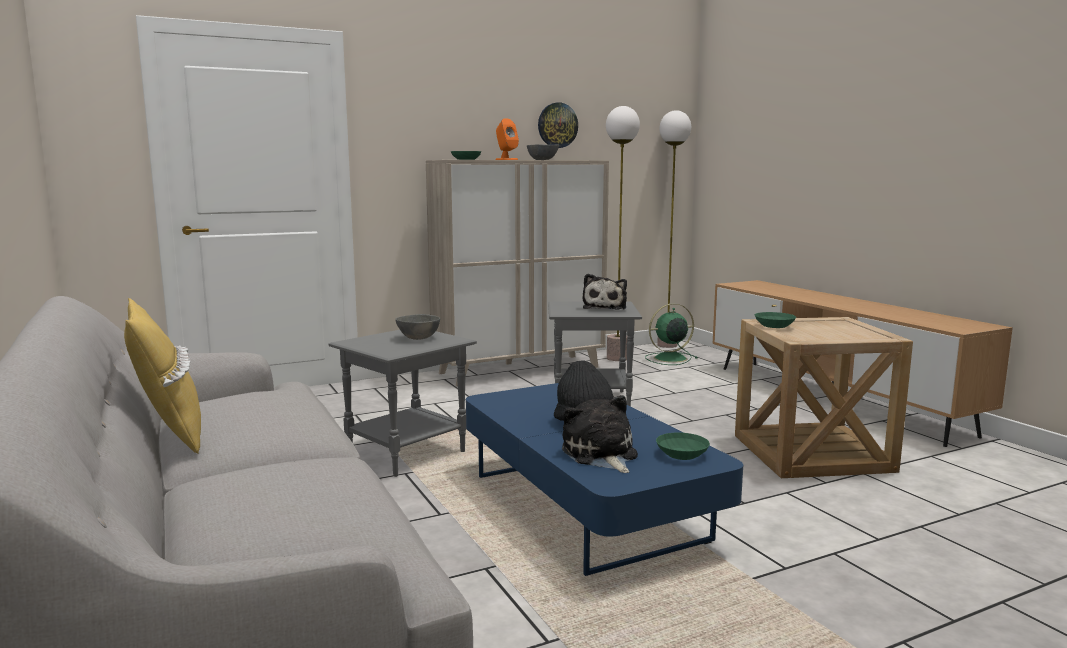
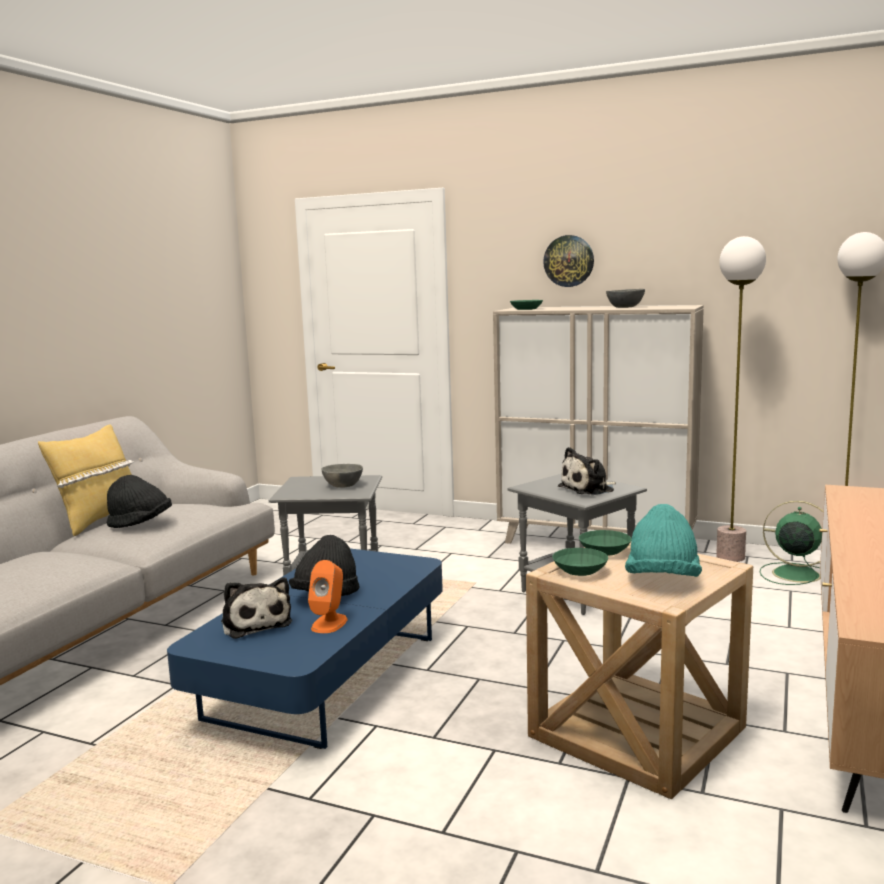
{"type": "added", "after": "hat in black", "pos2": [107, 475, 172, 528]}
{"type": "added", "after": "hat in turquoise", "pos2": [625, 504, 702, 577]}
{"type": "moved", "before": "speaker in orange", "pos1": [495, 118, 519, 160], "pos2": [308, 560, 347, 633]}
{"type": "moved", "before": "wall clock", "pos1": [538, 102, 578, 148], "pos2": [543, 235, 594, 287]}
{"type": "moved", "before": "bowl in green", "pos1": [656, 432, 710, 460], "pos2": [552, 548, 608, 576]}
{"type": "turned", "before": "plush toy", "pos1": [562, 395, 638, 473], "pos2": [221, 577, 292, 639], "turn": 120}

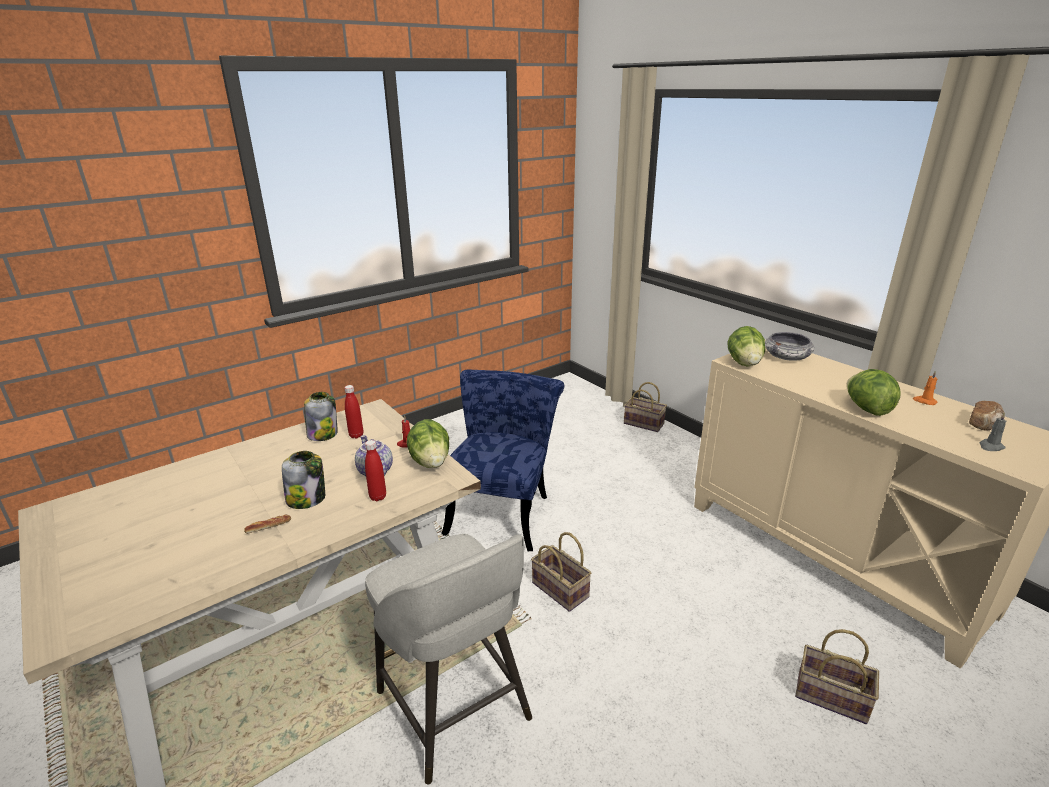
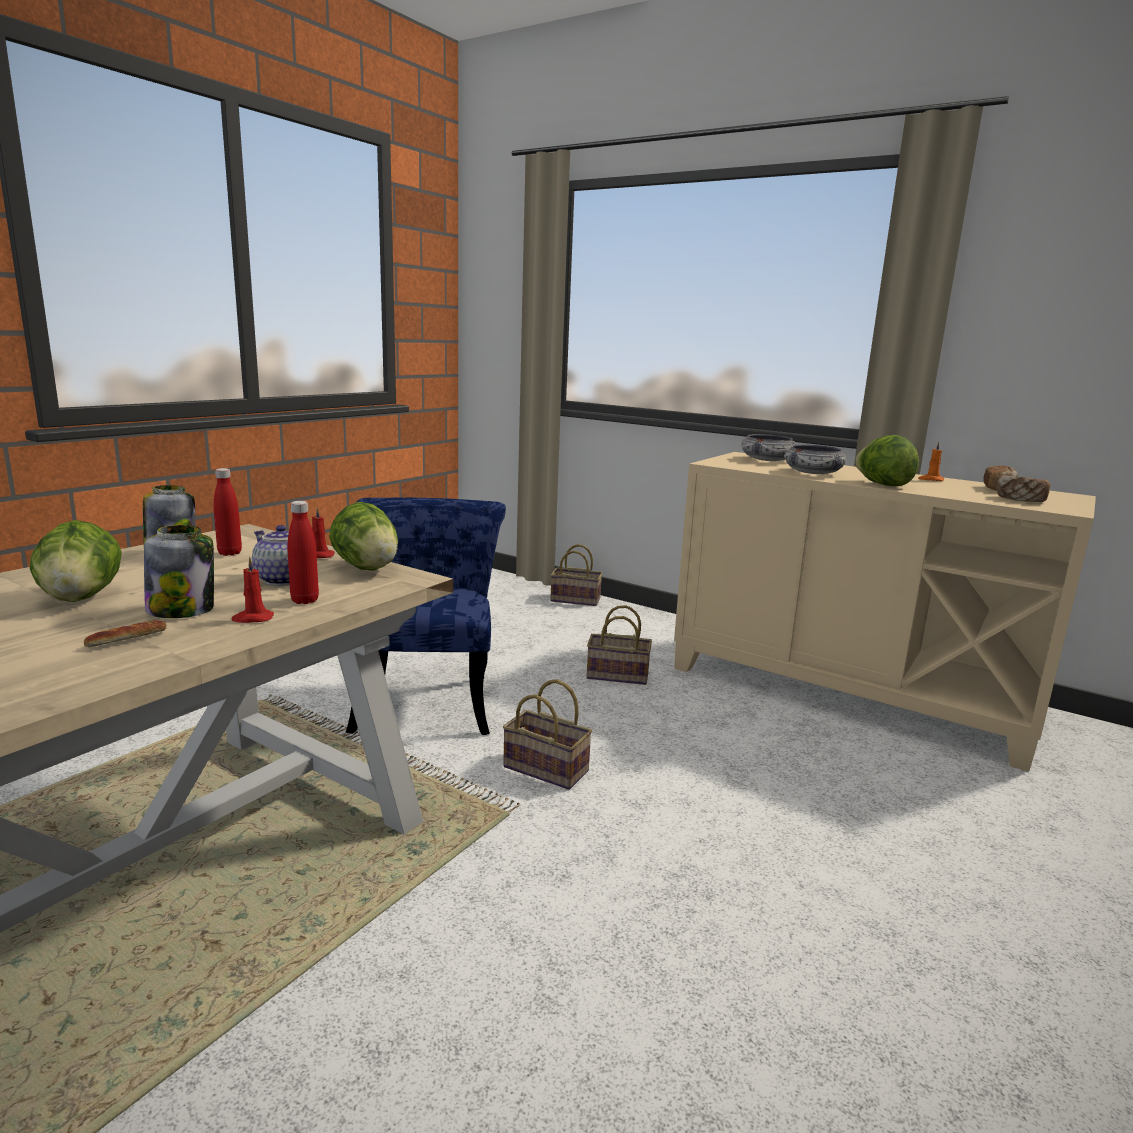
{"type": "removed", "before": "stool in grey", "pos1": [365, 534, 532, 785]}
{"type": "added", "after": "candle in red", "pos2": [232, 557, 274, 623]}
{"type": "added", "after": "bowl", "pos2": [784, 444, 847, 474]}
{"type": "moved", "before": "lettuce", "pos1": [727, 326, 765, 367], "pos2": [29, 520, 122, 602]}
{"type": "moved", "before": "basket", "pos1": [795, 629, 879, 724], "pos2": [586, 605, 652, 685]}
{"type": "replaced", "before": "candle in grey", "after": "bread", "pos1": [980, 412, 1006, 451], "pos2": [997, 475, 1050, 502]}

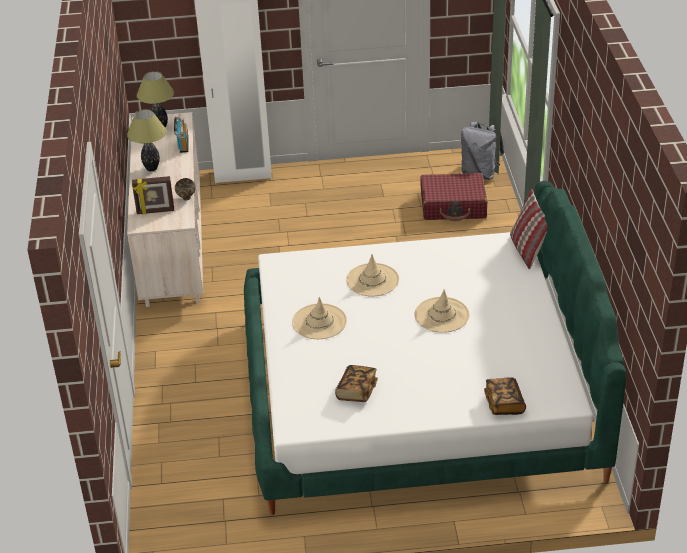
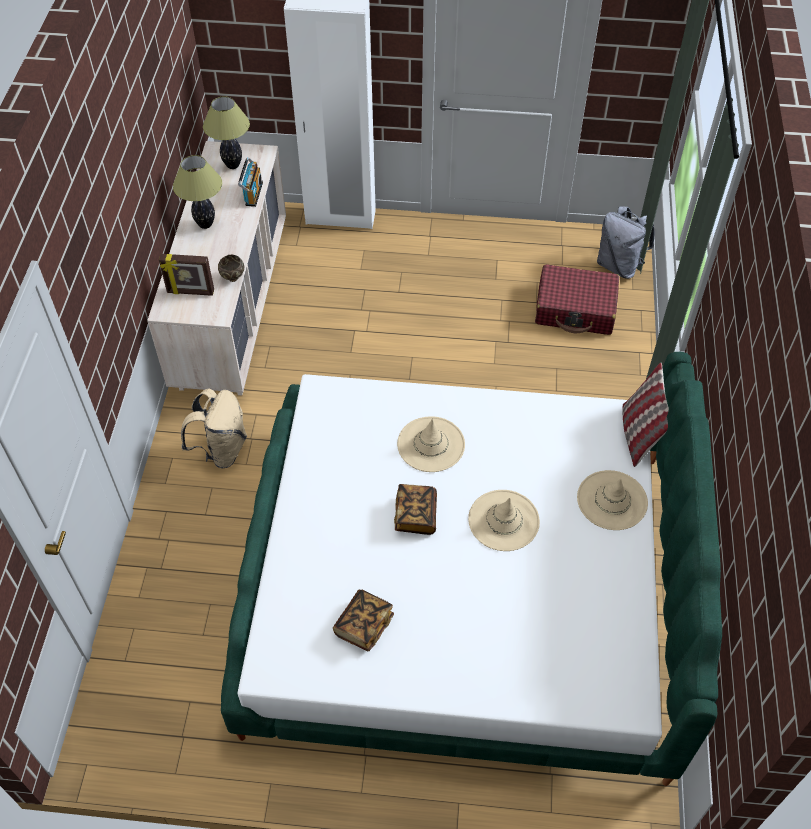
{"type": "added", "after": "backpack in beige", "pos2": [181, 388, 247, 468]}
{"type": "moved", "before": "hat in beige", "pos1": [292, 297, 347, 339], "pos2": [577, 470, 648, 530]}
{"type": "moved", "before": "book", "pos1": [484, 377, 526, 415], "pos2": [394, 484, 437, 535]}

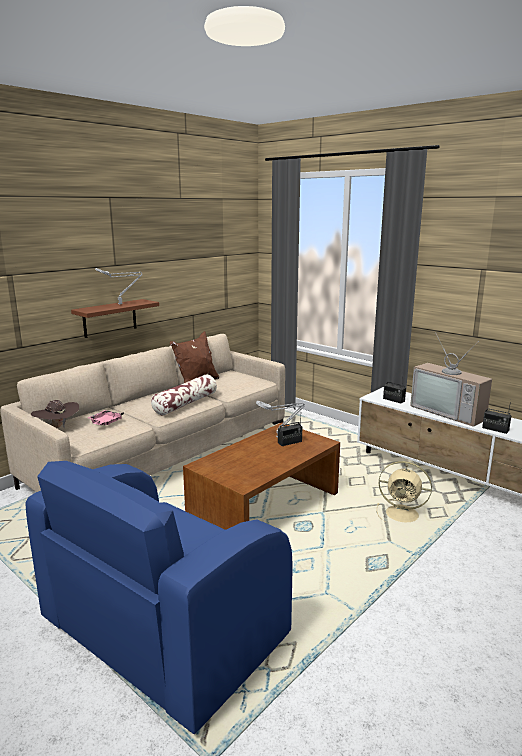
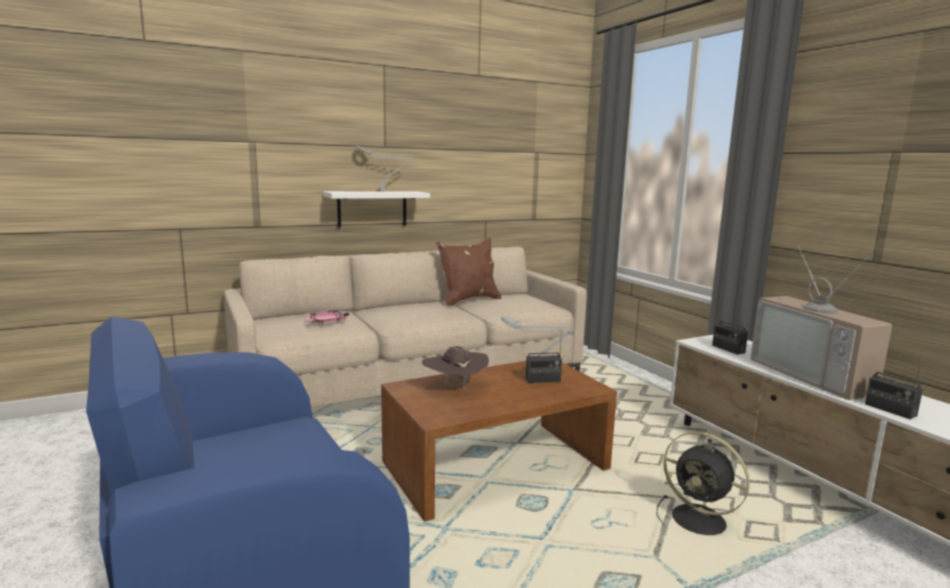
{"type": "removed", "before": "pillow", "pos1": [151, 375, 217, 415]}
{"type": "moved", "before": "hat in brown", "pos1": [31, 400, 79, 428], "pos2": [422, 346, 489, 389]}
{"type": "recoloured", "before": "shelf in brown", "after": "shelf in white", "pos1": [71, 299, 159, 338], "pos2": [323, 191, 430, 227]}
{"type": "recoloured", "before": "fan in beige", "after": "fan in black", "pos1": [377, 461, 432, 522], "pos2": [656, 432, 750, 535]}

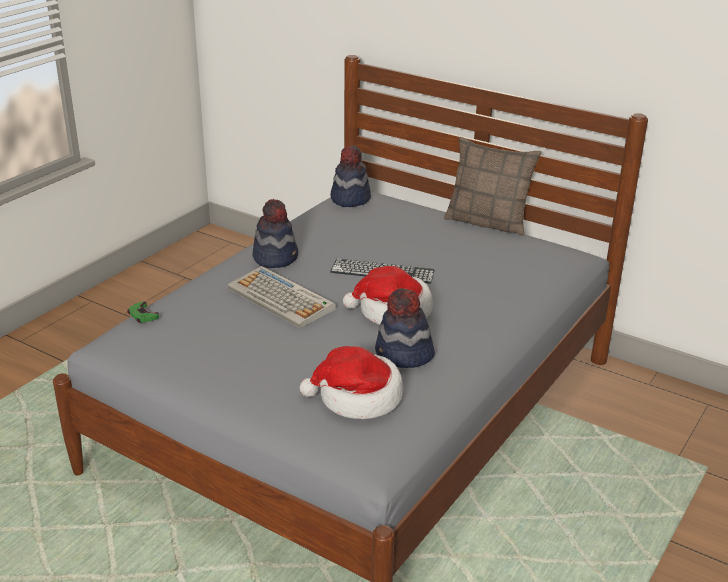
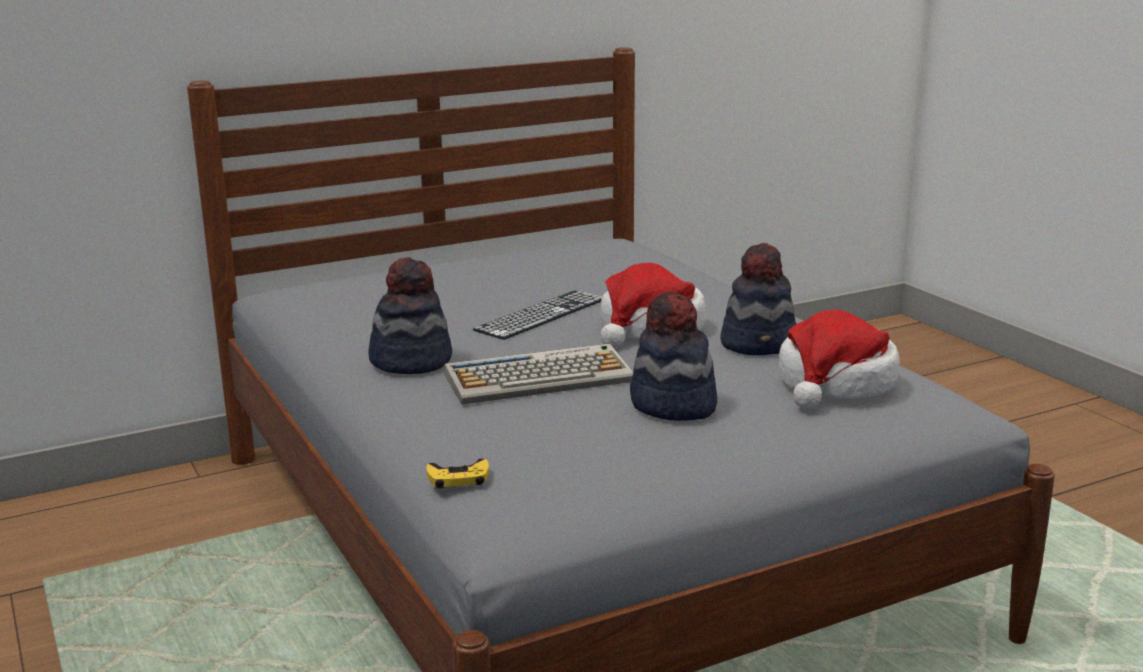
{"type": "removed", "before": "pillow", "pos1": [444, 137, 542, 236]}
{"type": "moved", "before": "hat", "pos1": [330, 145, 371, 207], "pos2": [630, 292, 717, 421]}
{"type": "recoloured", "before": "game controller in green", "after": "game controller in yellow", "pos1": [127, 301, 159, 323], "pos2": [427, 459, 489, 488]}

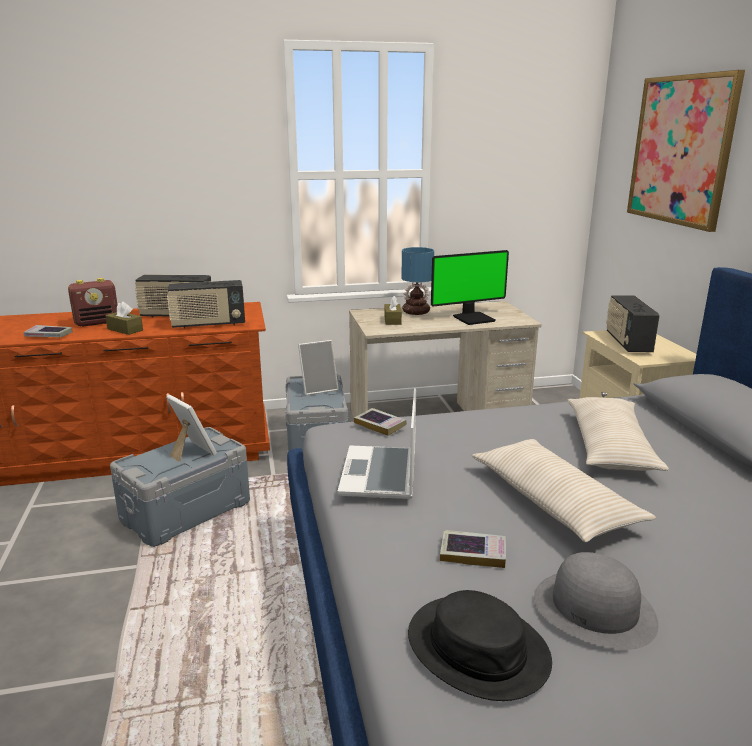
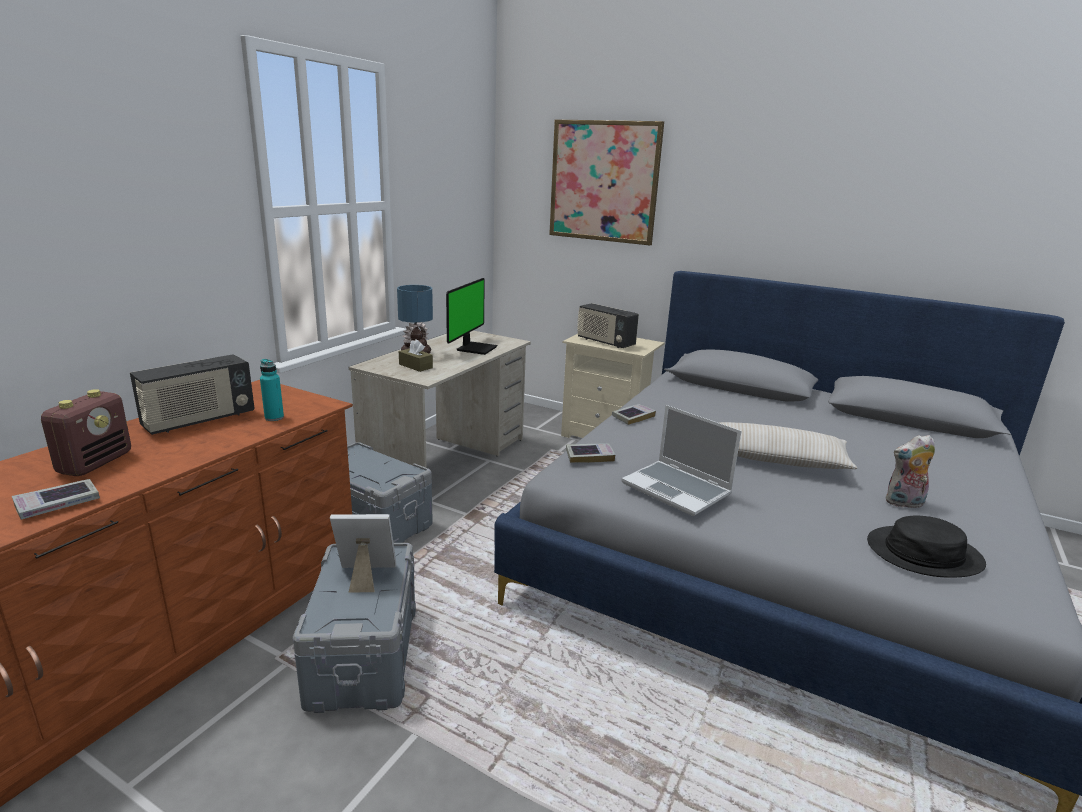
{"type": "removed", "before": "tissue box in brown", "pos1": [105, 302, 143, 335]}
{"type": "removed", "before": "picture frame", "pos1": [298, 340, 339, 396]}
{"type": "removed", "before": "pillow in beige", "pos1": [567, 397, 669, 471]}
{"type": "moved", "before": "book", "pos1": [440, 530, 506, 568], "pos2": [612, 404, 656, 425]}
{"type": "replaced", "before": "radio", "after": "bottle in turquoise", "pos1": [167, 280, 245, 328], "pos2": [260, 359, 284, 421]}
{"type": "replaced", "before": "hat in grey", "after": "plush toy", "pos1": [534, 552, 659, 650], "pos2": [886, 435, 935, 510]}

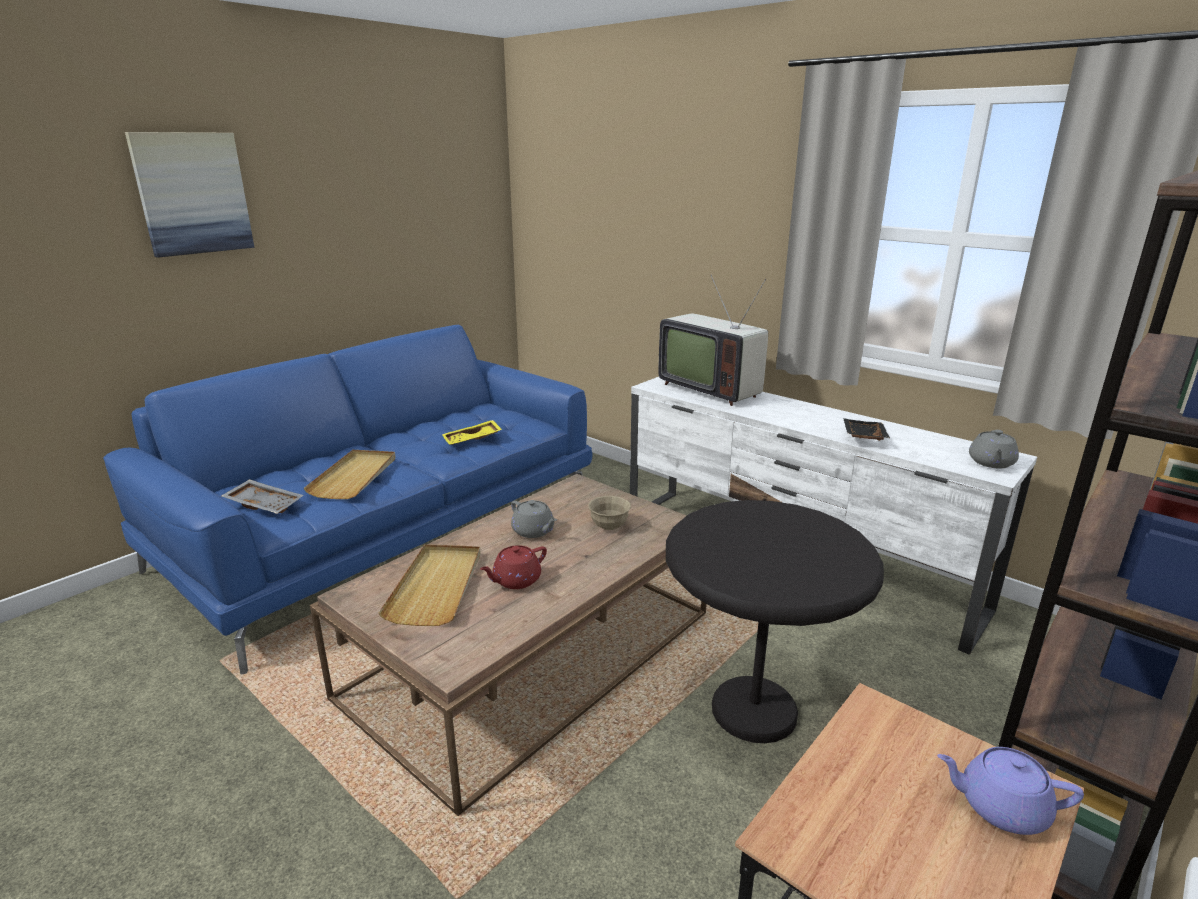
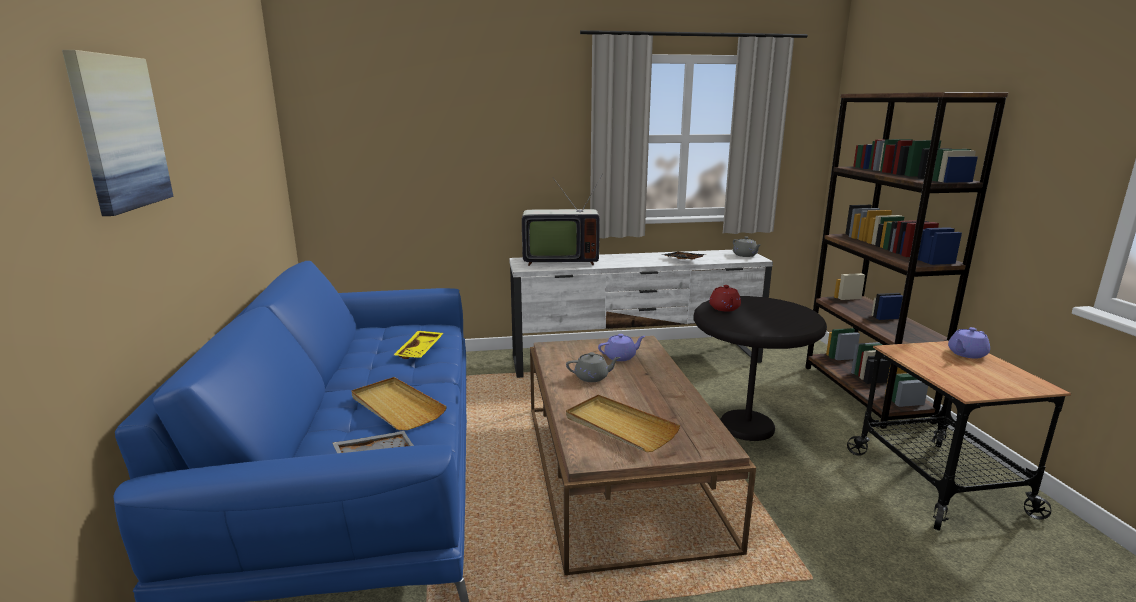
{"type": "moved", "before": "teapot in red", "pos1": [480, 545, 547, 589], "pos2": [709, 285, 741, 311]}
{"type": "replaced", "before": "bowl in beige", "after": "teapot in purple", "pos1": [588, 496, 631, 530], "pos2": [598, 334, 645, 361]}

